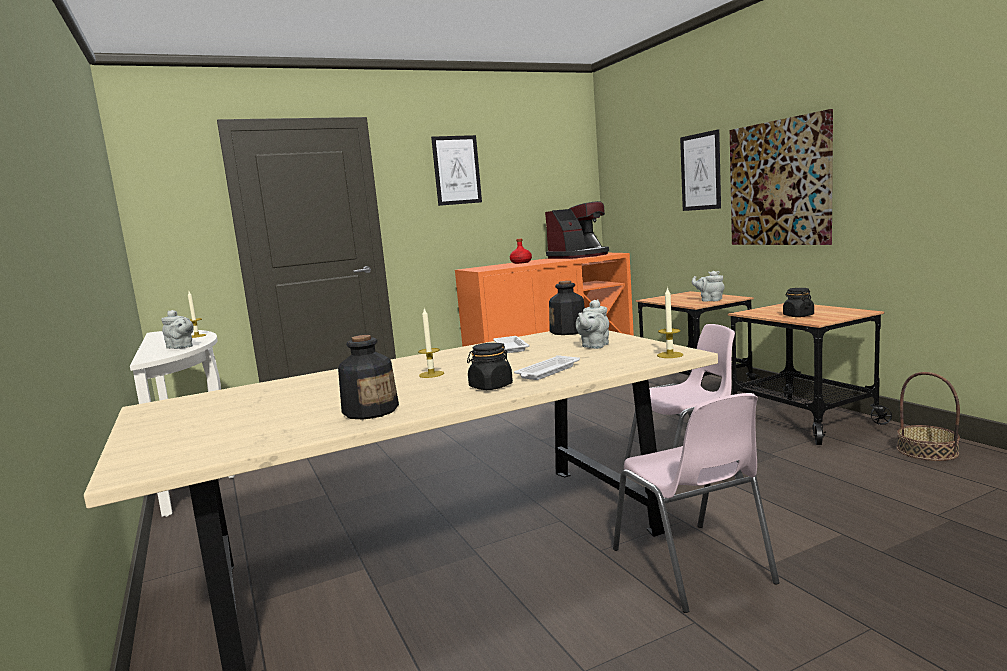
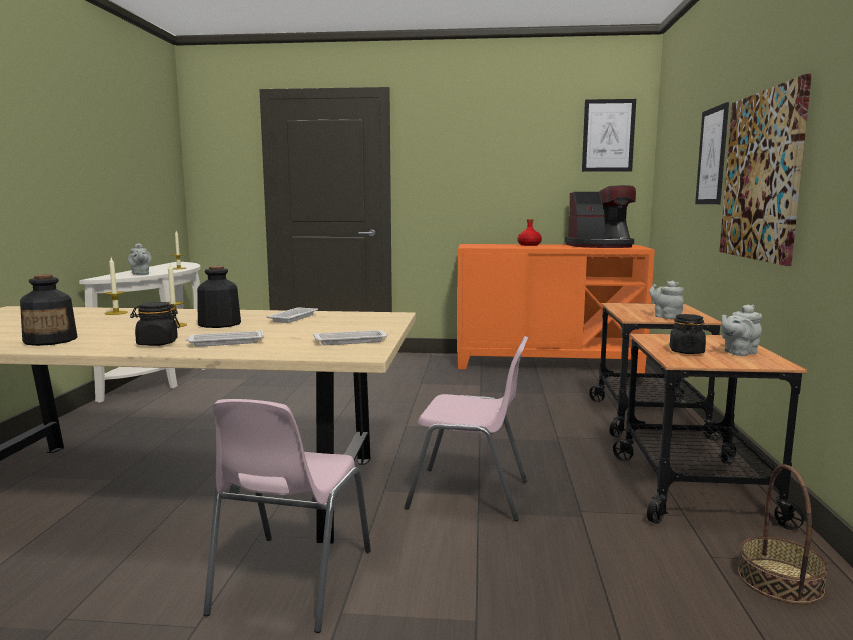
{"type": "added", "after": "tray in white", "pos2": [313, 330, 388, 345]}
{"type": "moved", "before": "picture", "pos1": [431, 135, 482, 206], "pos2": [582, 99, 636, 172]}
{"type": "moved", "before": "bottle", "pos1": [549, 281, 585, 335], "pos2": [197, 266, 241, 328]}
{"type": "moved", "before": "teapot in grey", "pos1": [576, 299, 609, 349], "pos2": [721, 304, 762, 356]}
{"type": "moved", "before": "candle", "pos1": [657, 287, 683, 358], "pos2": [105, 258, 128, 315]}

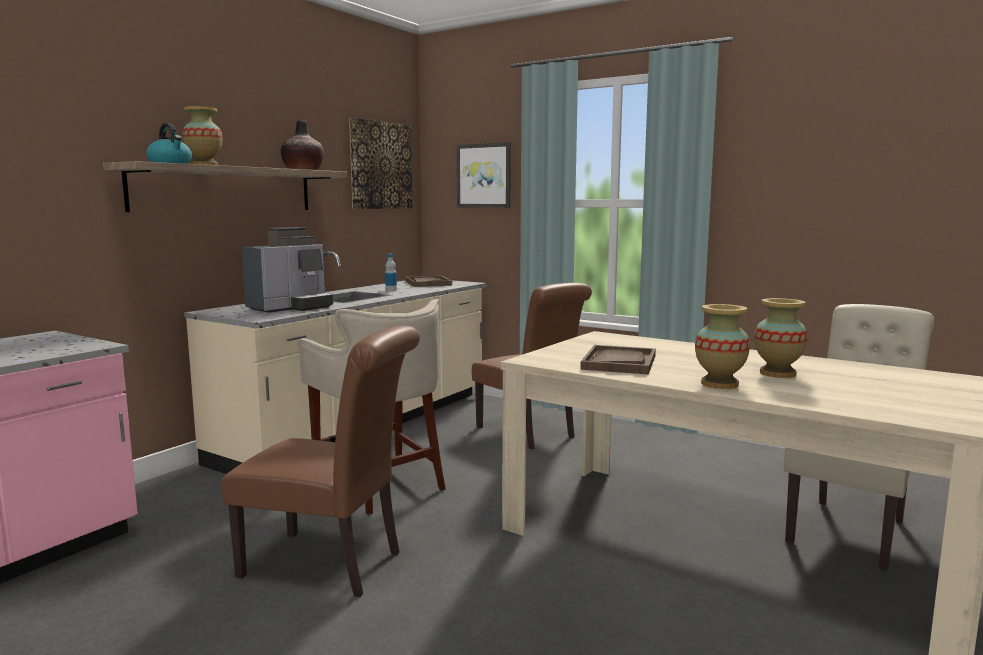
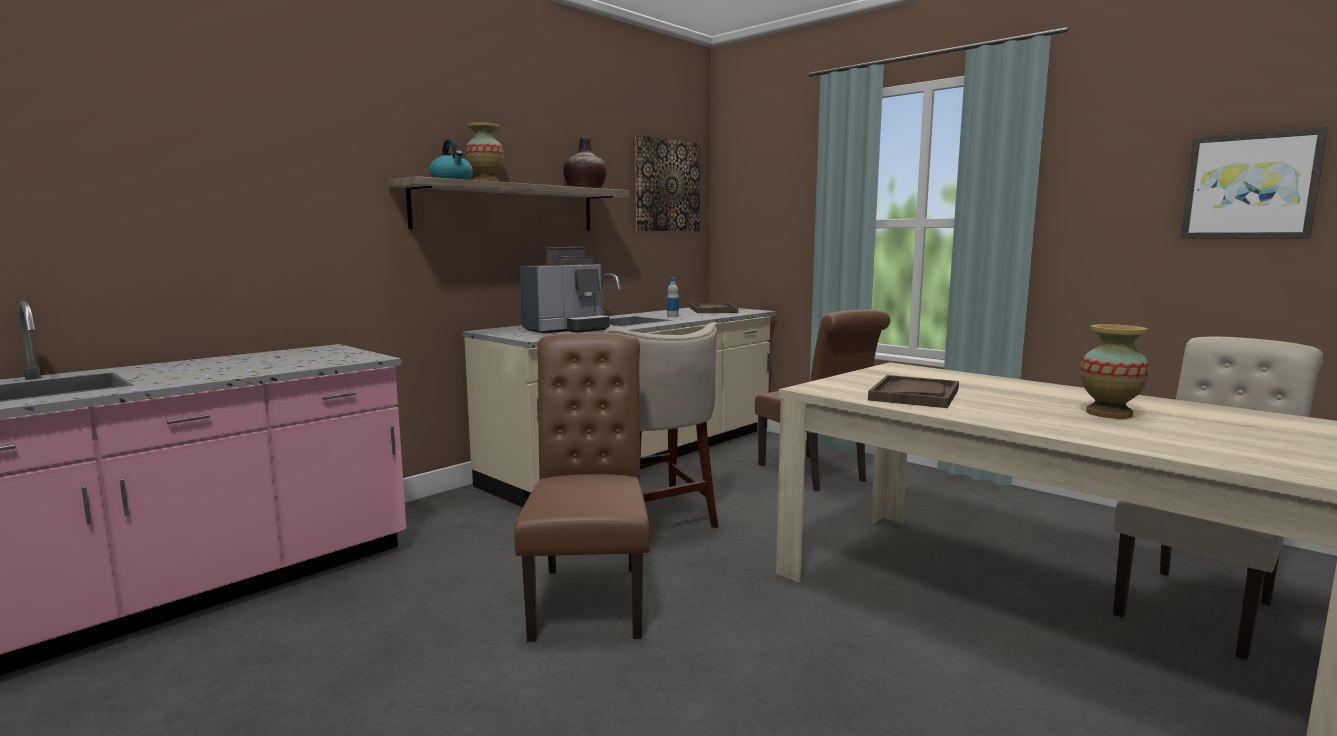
{"type": "removed", "before": "vase", "pos1": [695, 304, 750, 389]}
{"type": "moved", "before": "picture", "pos1": [457, 142, 511, 208], "pos2": [1180, 127, 1328, 238]}
{"type": "turned", "before": "chair in brown", "pos1": [221, 325, 420, 597], "pos2": [514, 333, 649, 642], "turn": -120}

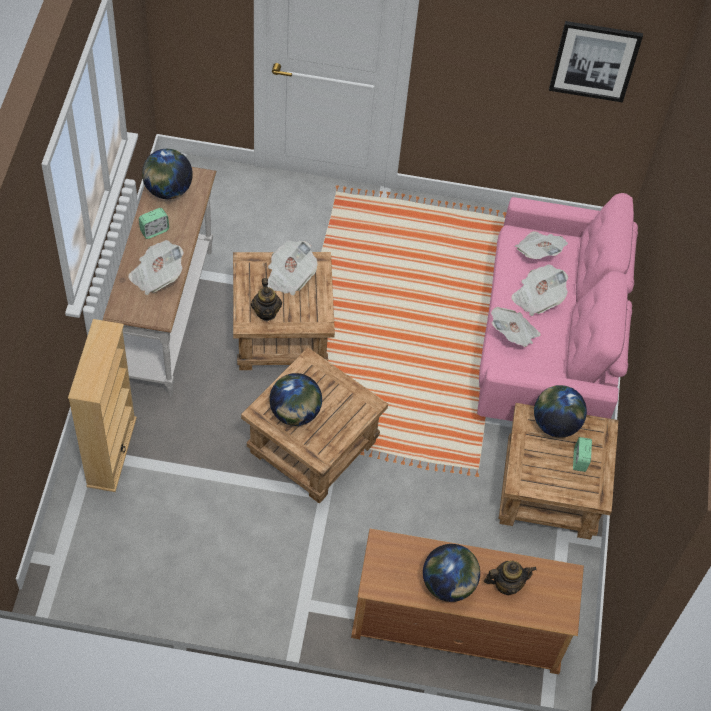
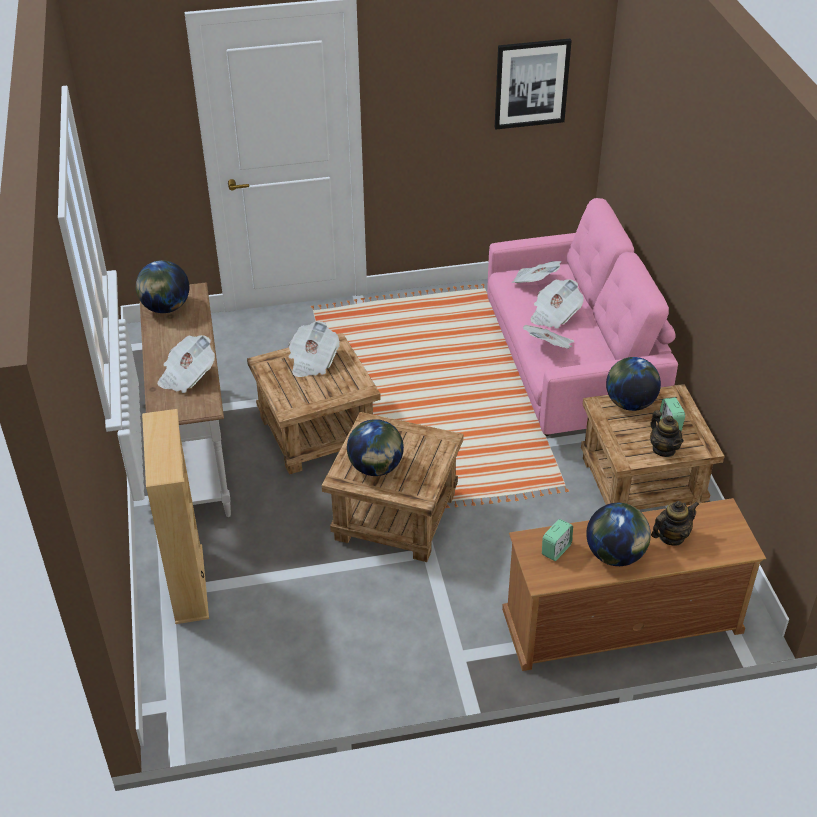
{"type": "moved", "before": "alarm clock", "pos1": [139, 208, 169, 239], "pos2": [542, 519, 573, 561]}
{"type": "moved", "before": "teapot", "pos1": [251, 278, 282, 321], "pos2": [650, 410, 684, 457]}

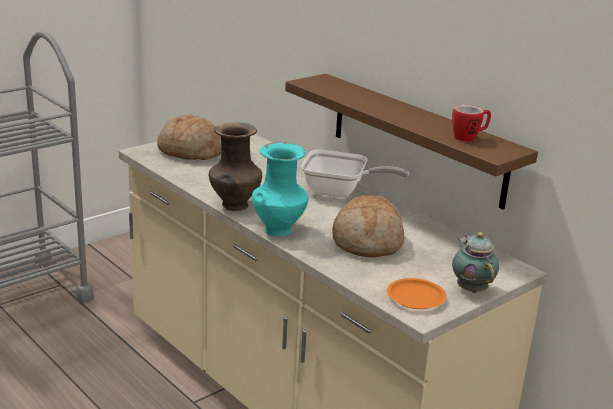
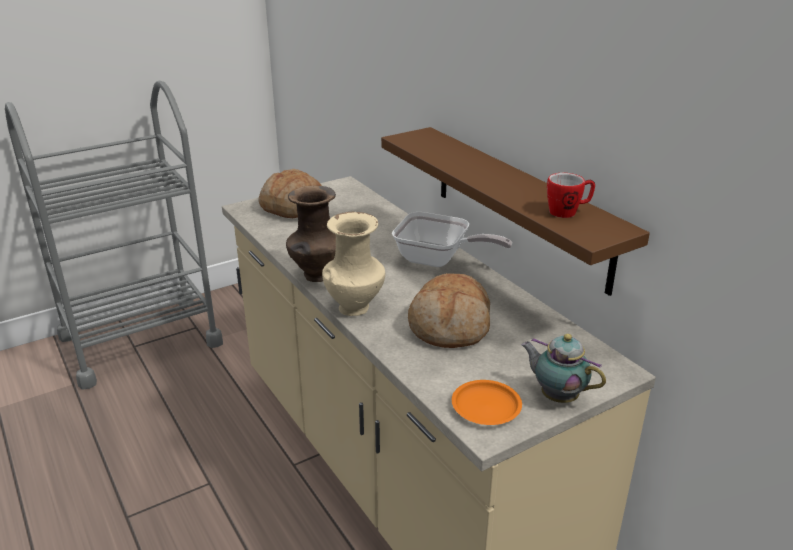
{"type": "recoloured", "before": "vase in turquoise", "after": "vase in beige", "pos1": [252, 142, 308, 236], "pos2": [322, 212, 385, 316]}
{"type": "turned", "before": "teapot", "pos1": [452, 232, 499, 293], "pos2": [521, 334, 606, 403], "turn": -45}

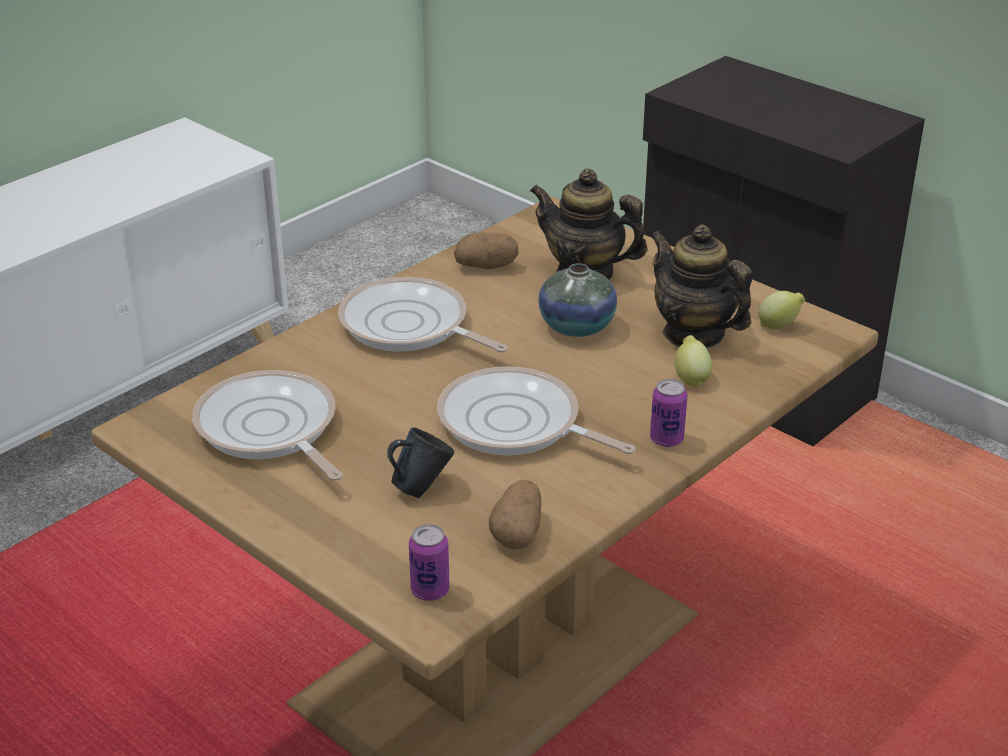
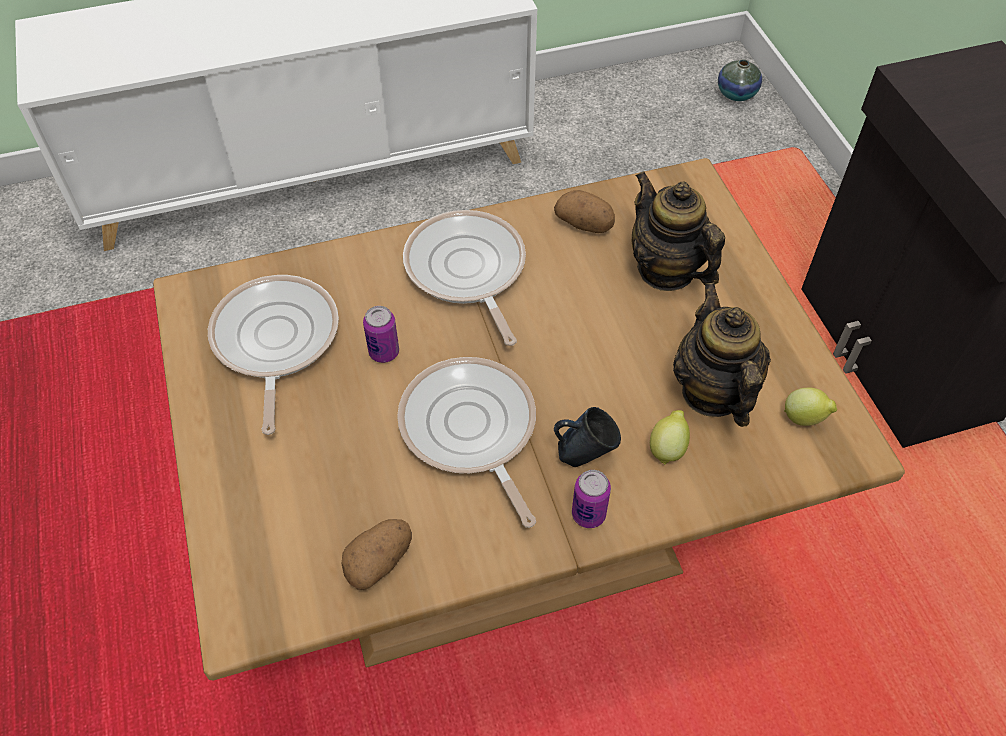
{"type": "moved", "before": "mug in blue", "pos1": [387, 428, 454, 498], "pos2": [554, 407, 621, 467]}
{"type": "moved", "before": "can", "pos1": [409, 524, 450, 601], "pos2": [363, 306, 399, 363]}
{"type": "moved", "before": "vase", "pos1": [538, 263, 617, 337], "pos2": [718, 59, 762, 101]}

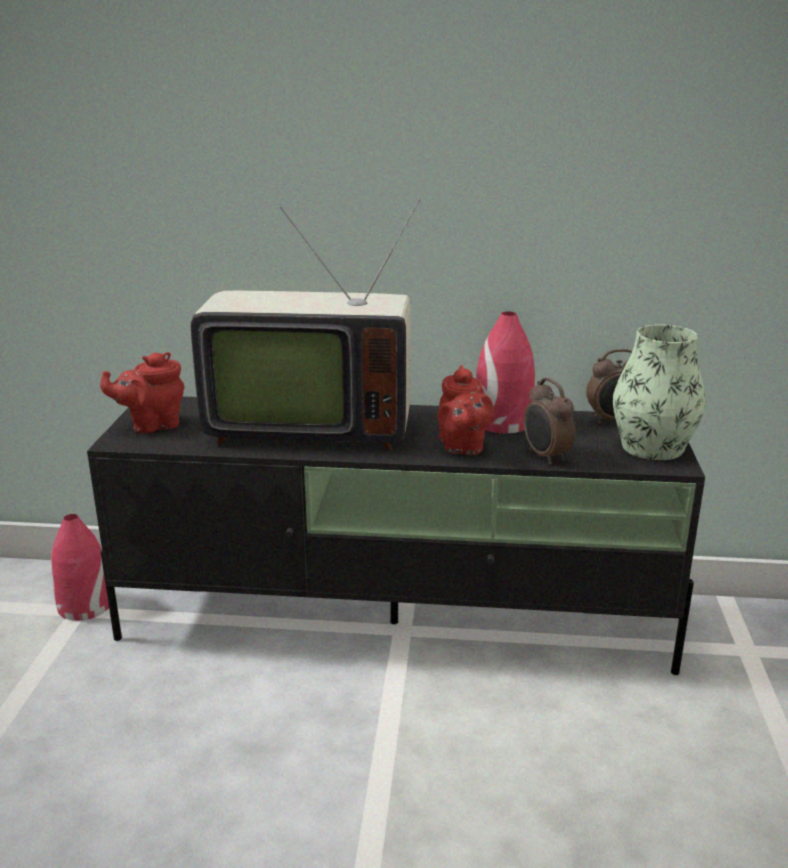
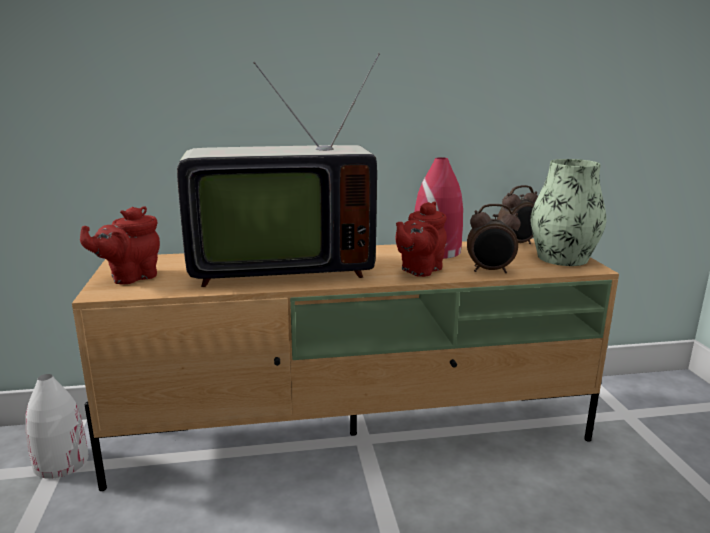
{"type": "recoloured", "before": "vase in red", "after": "vase in white", "pos1": [51, 514, 109, 621], "pos2": [25, 374, 88, 479]}
{"type": "recoloured", "before": "tv stand in black", "after": "tv stand in beige", "pos1": [87, 397, 705, 675], "pos2": [72, 239, 619, 491]}
{"type": "turned", "before": "teapot in red", "pos1": [437, 365, 494, 455], "pos2": [396, 201, 447, 277], "turn": 60}
{"type": "turned", "before": "alarm clock", "pos1": [524, 378, 575, 465], "pos2": [467, 204, 521, 273], "turn": -45}

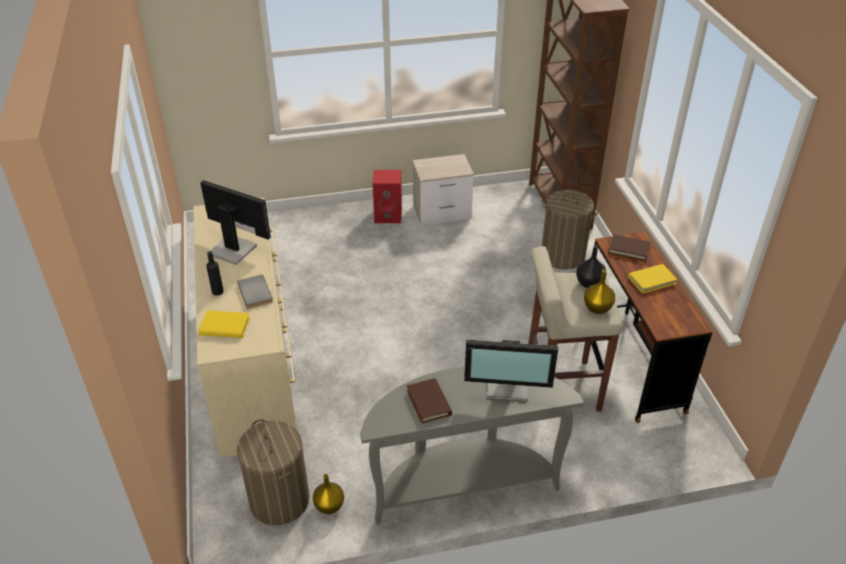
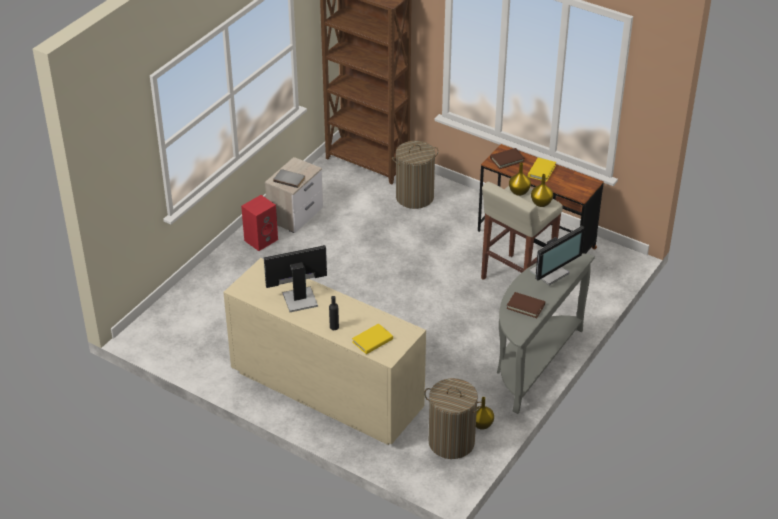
{"type": "moved", "before": "book in grey", "pos1": [237, 275, 273, 309], "pos2": [273, 169, 305, 188]}
{"type": "recoloured", "before": "vase in black", "after": "vase in yellow", "pos1": [576, 245, 607, 288], "pos2": [509, 163, 531, 196]}

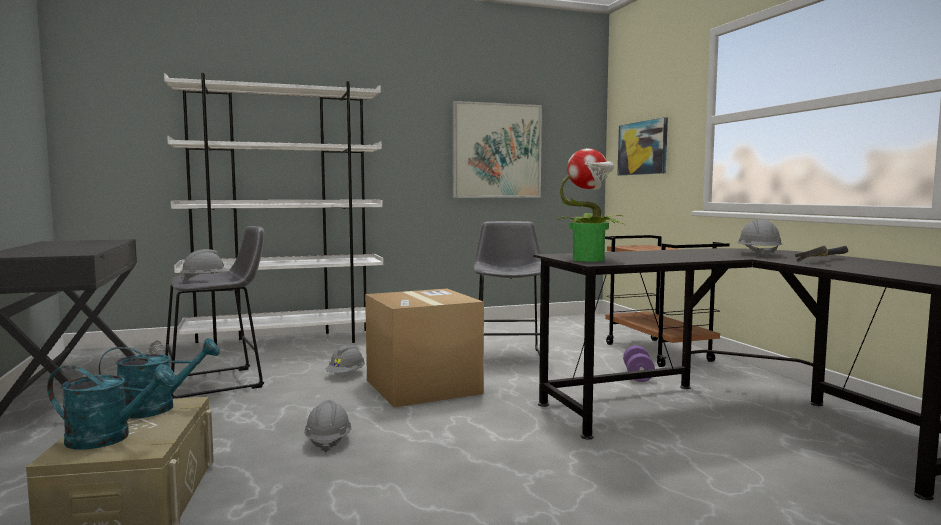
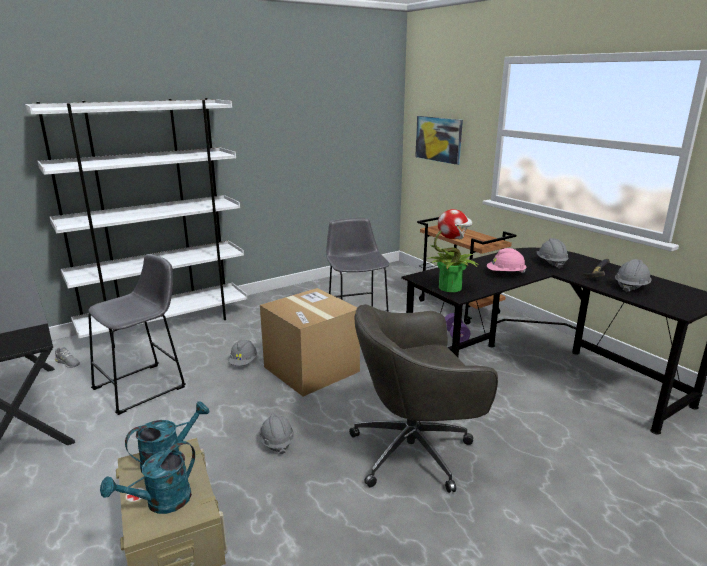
{"type": "removed", "before": "picture", "pos1": [452, 101, 542, 198]}
{"type": "added", "after": "office chair in grey", "pos2": [349, 304, 498, 493]}
{"type": "added", "after": "hard hat in pink", "pos2": [487, 248, 526, 273]}
{"type": "moved", "before": "hard hat in grey", "pos1": [180, 249, 231, 283], "pos2": [615, 259, 651, 292]}
{"type": "turned", "before": "watering can in turquoise", "pos1": [47, 364, 176, 450], "pos2": [100, 441, 195, 514], "turn": 150}

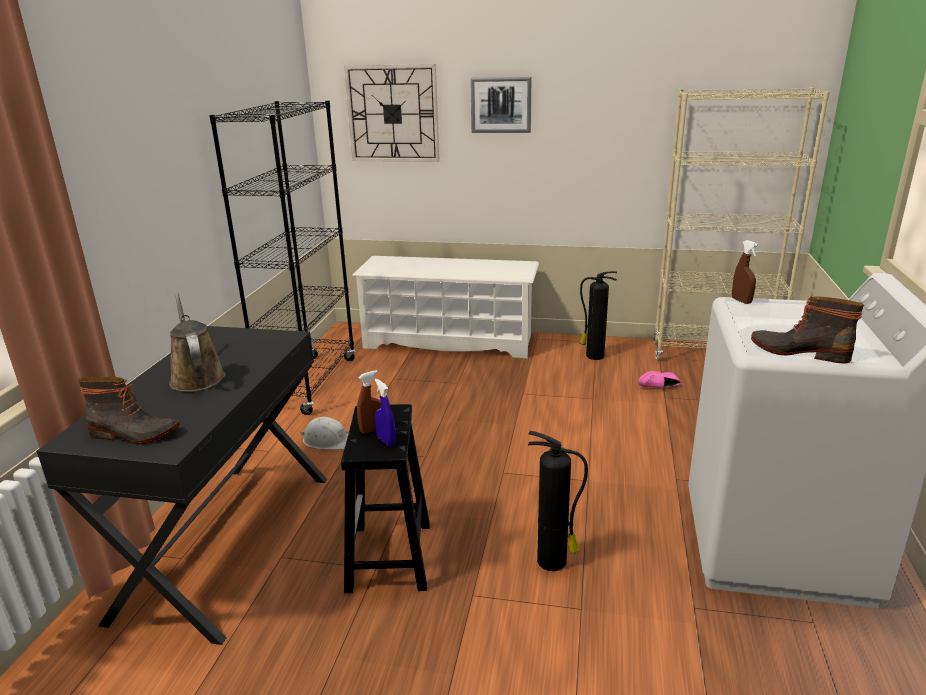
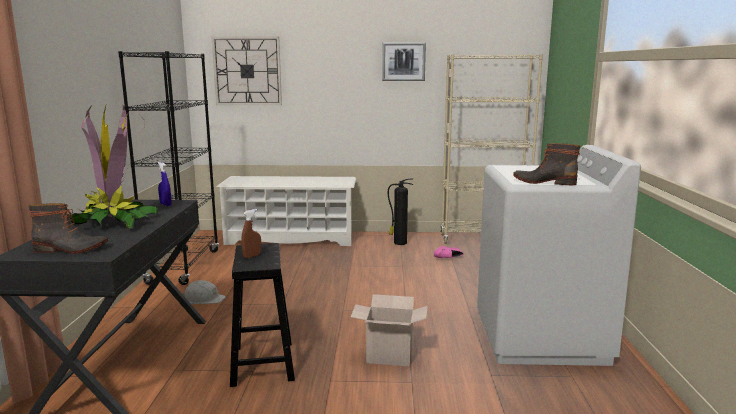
{"type": "removed", "before": "spray bottle in brown", "pos1": [732, 240, 759, 304]}
{"type": "moved", "before": "spray bottle in blue", "pos1": [375, 379, 396, 446], "pos2": [158, 162, 172, 206]}
{"type": "moved", "before": "picture", "pos1": [470, 77, 532, 133], "pos2": [382, 43, 426, 81]}
{"type": "replaced", "before": "watering can in brown", "after": "potted plant", "pos1": [169, 293, 226, 392], "pos2": [68, 104, 158, 229]}
{"type": "replaced", "before": "fire extinguisher", "after": "cardboard box", "pos1": [528, 431, 588, 571], "pos2": [351, 294, 428, 366]}

